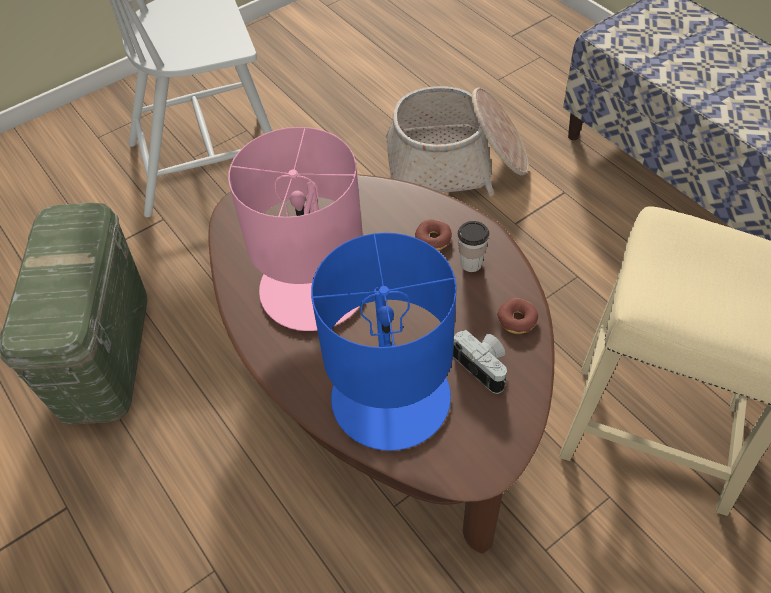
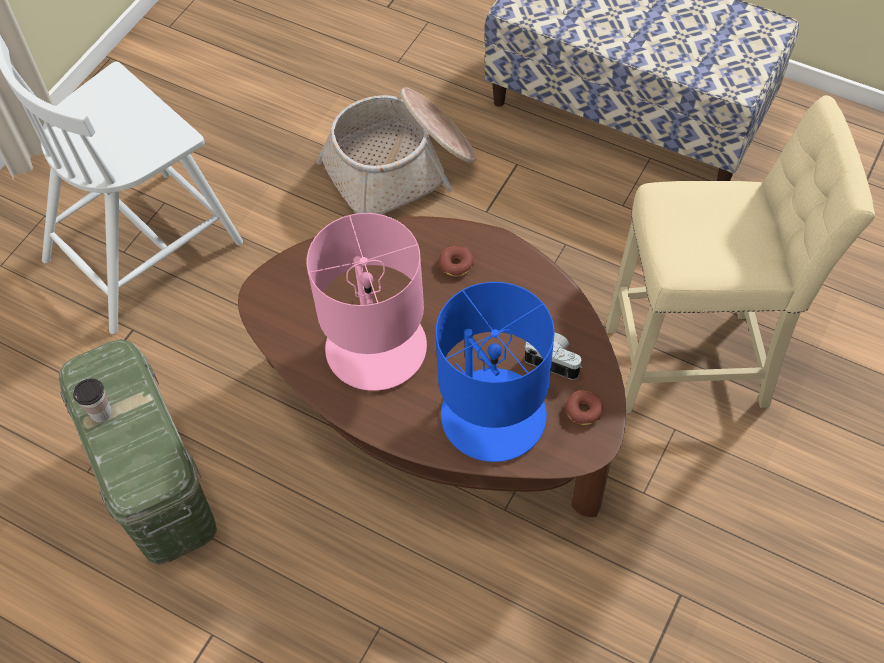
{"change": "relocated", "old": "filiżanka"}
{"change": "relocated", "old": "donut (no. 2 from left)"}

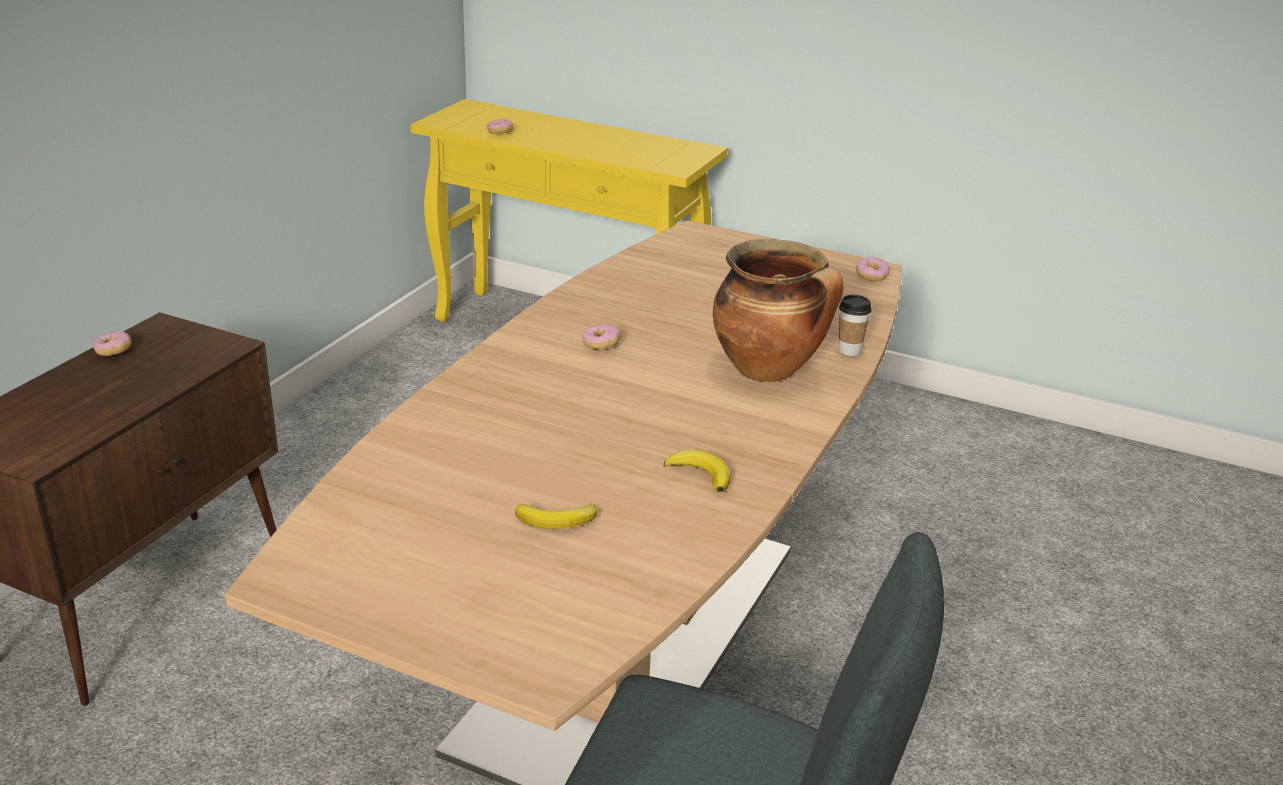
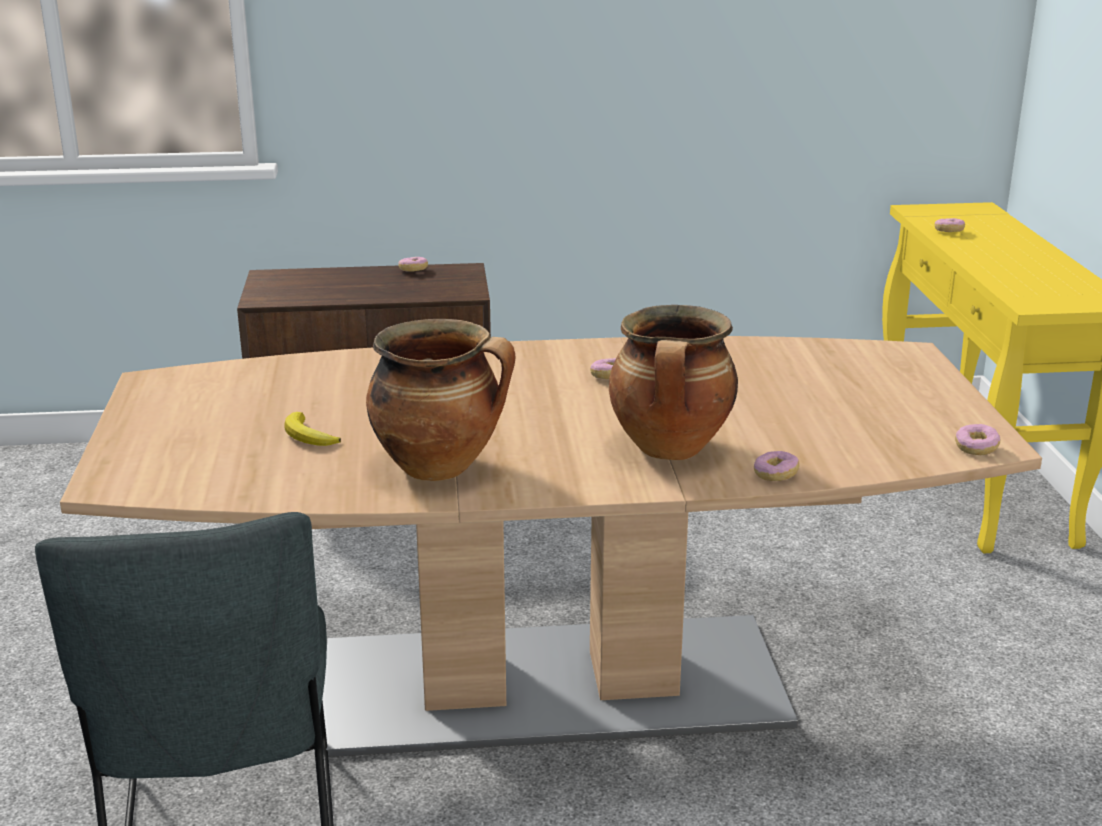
{"change": "exchanged", "old": "banan (no. 2 from left)", "new": "garnek (no. 1 from left)"}
{"change": "exchanged", "old": "filiżanka", "new": "donut (no. 3 from left)"}

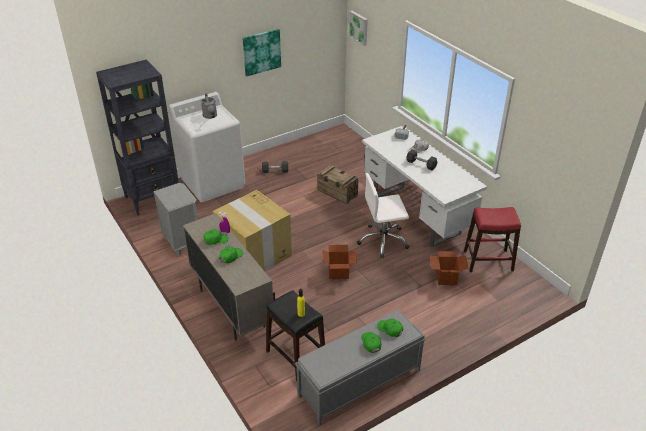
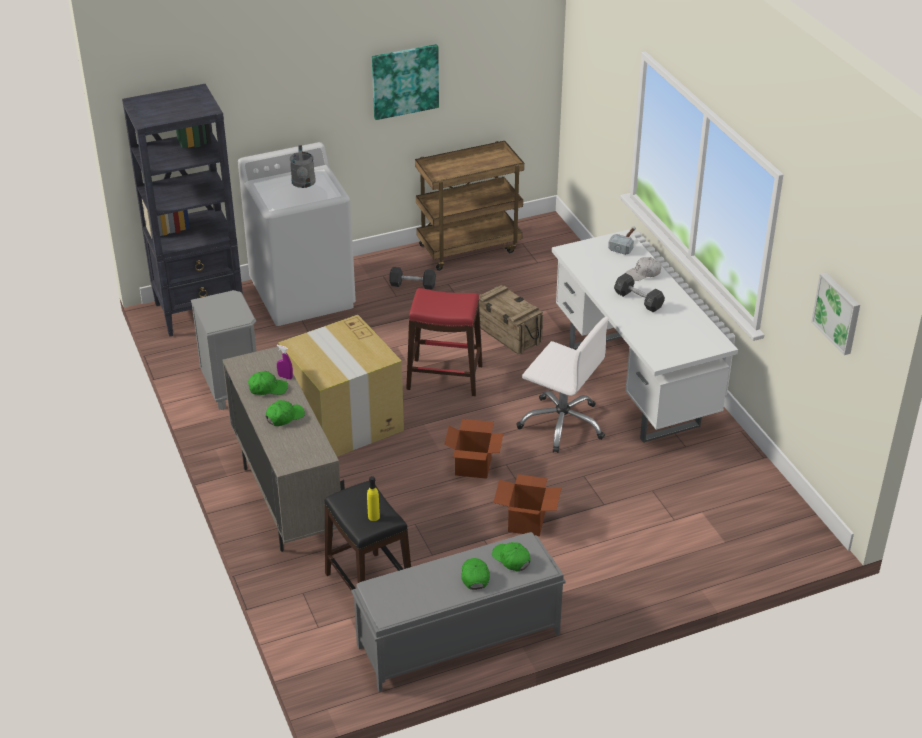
{"change": "relocated", "old": "stołek [czerwony]"}
{"change": "appeared", "new": "wózek [brązowy]"}
{"change": "relocated", "old": "karton (no. 3 from left)"}
{"change": "spun", "old": "krzesło biurowe [biały]", "degrees": -150}
{"change": "relocated", "old": "obraz (no. 2 from left)"}

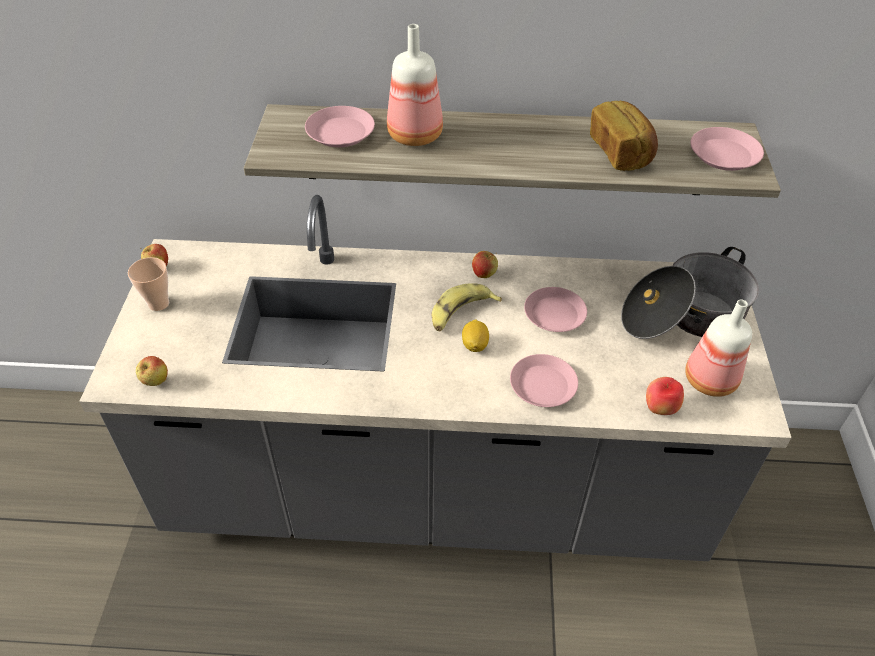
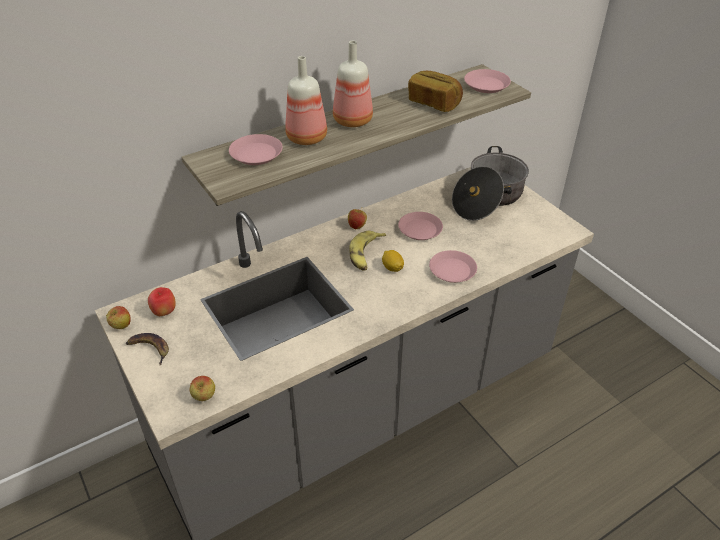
{"change": "exchanged", "old": "filiżanka", "new": "banan (no. 1 from left)"}
{"change": "relocated", "old": "jabłko (no. 4 from left in the first image)", "new": "jabłko (no. 2 from left)"}
{"change": "relocated", "old": "butelka (no. 2 from left)"}

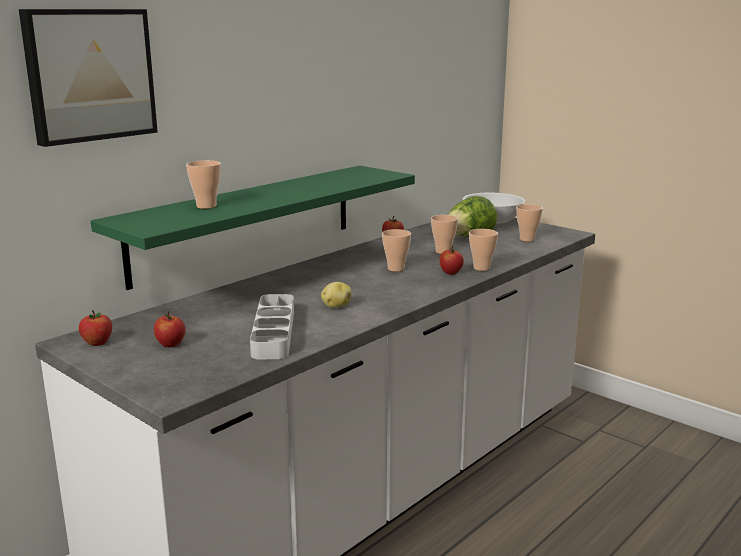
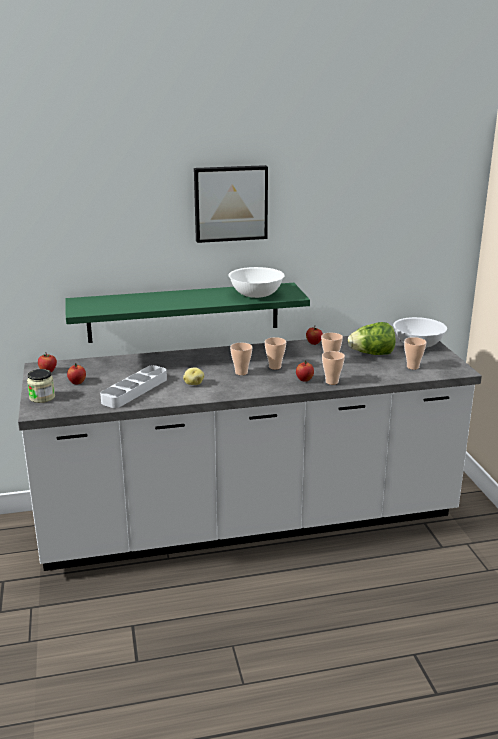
{"change": "appeared", "new": "słoik"}
{"change": "relocated", "old": "obraz"}
{"change": "appeared", "new": "miska [biały] (no. 1 from left)"}
{"change": "relocated", "old": "filiżanka (no. 1 from left)"}

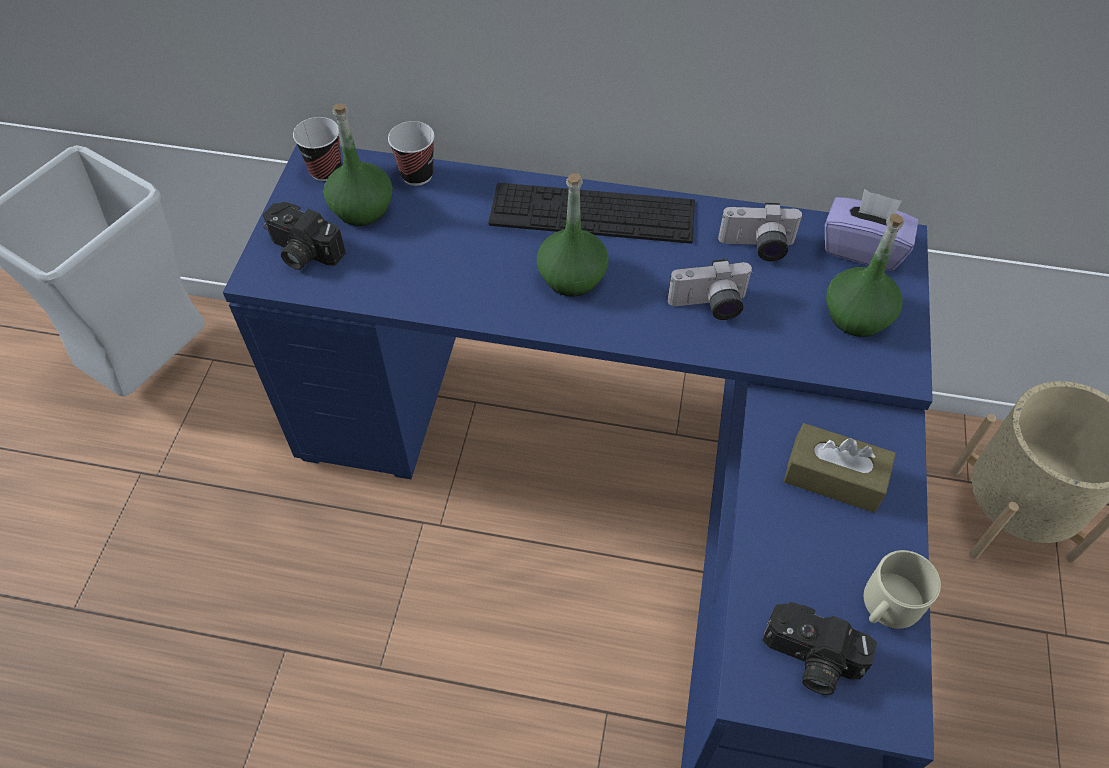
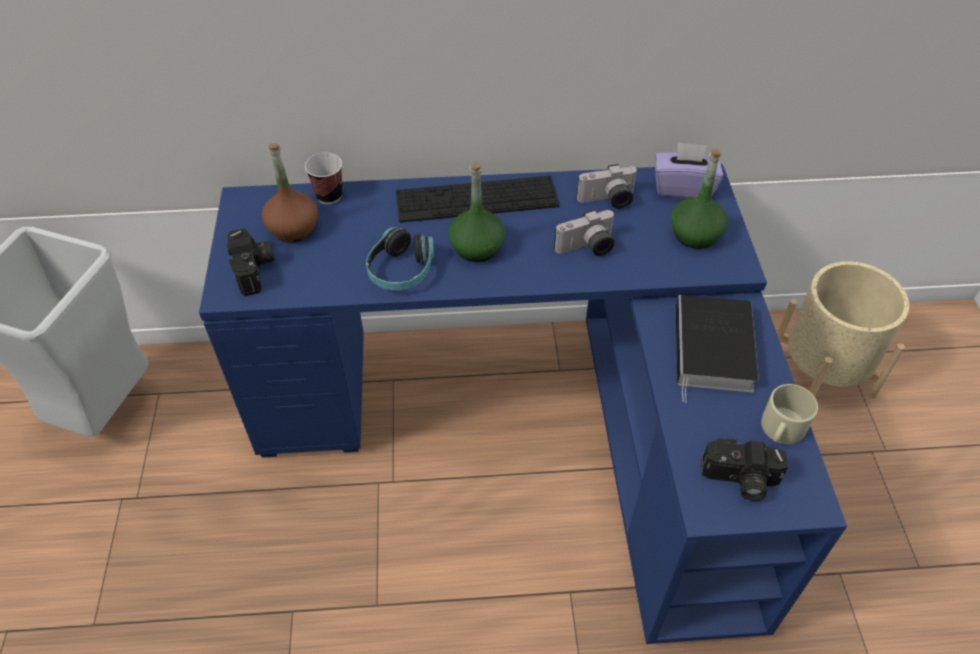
{"change": "spun", "old": "aparat fotograficzny (no. 1 from left)", "degrees": -120}
{"change": "colour", "old": "butelka [zielony] (no. 1 from left)", "new": "butelka [brązowy]"}
{"change": "appeared", "new": "słuchawki"}
{"change": "exchanged", "old": "pudełko chusteczek [brązowy]", "new": "książka"}
{"change": "missing", "old": "filiżanka (no. 1 from left)"}

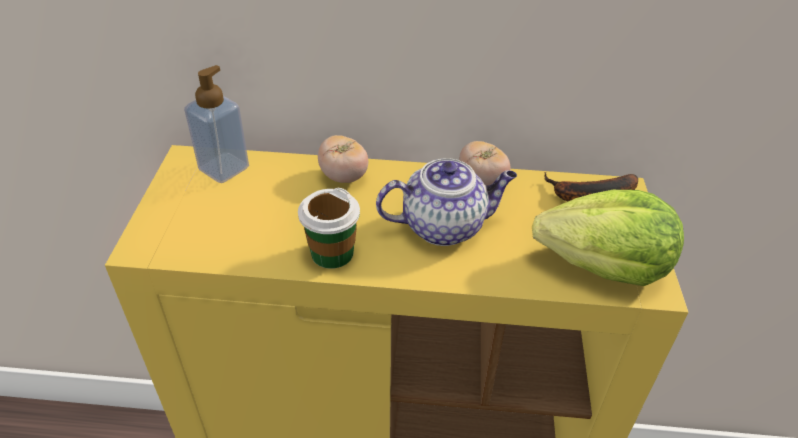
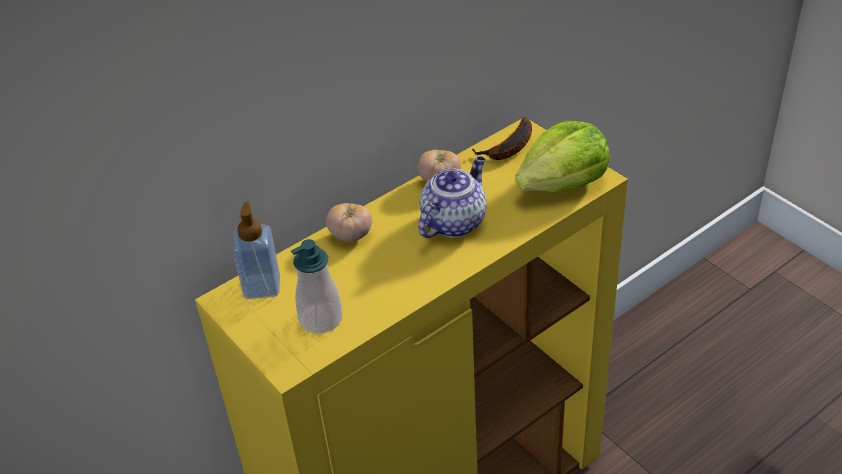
{"change": "appeared", "new": "dozownik mydła (no. 2 from left)"}
{"change": "missing", "old": "filiżanka"}

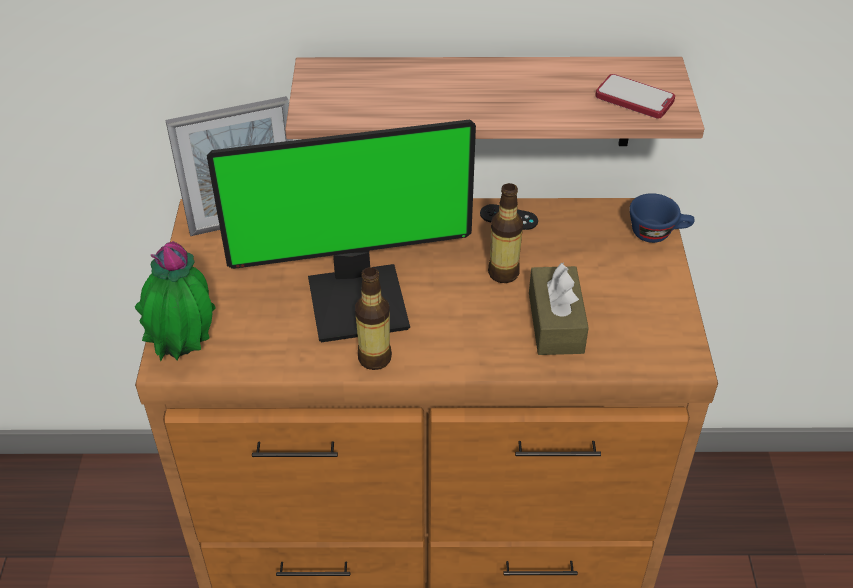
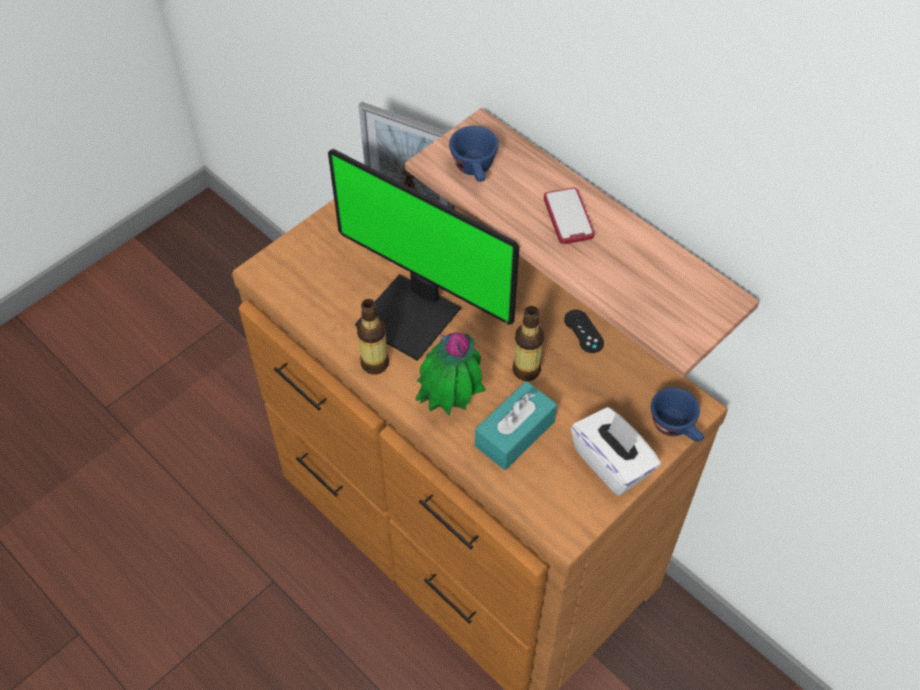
{"change": "relocated", "old": "roślina doniczkowa"}
{"change": "appeared", "new": "filiżanka [niebieski] (no. 1 from left)"}
{"change": "colour", "old": "pudełko chusteczek [brązowy]", "new": "pudełko chusteczek [turkusowy]"}
{"change": "relocated", "old": "telefon"}
{"change": "appeared", "new": "pudełko chusteczek [biały]"}

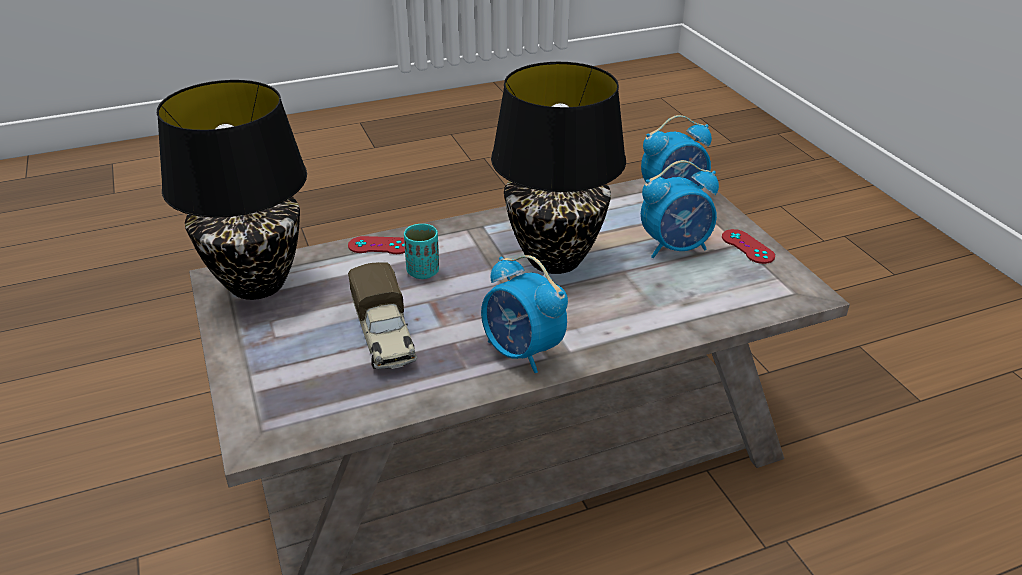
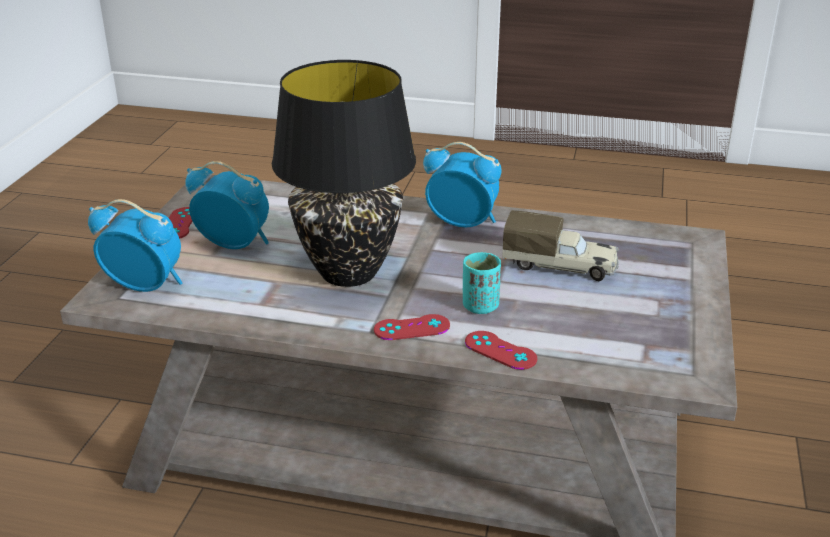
{"change": "appeared", "new": "pad do gier [czerwony] (no. 2 from left)"}
{"change": "spun", "old": "budzik (no. 1 from left in the first image)", "degrees": -60}
{"change": "spun", "old": "ciężarówka zabawkowa", "degrees": 90}
{"change": "missing", "old": "lampa stołowa [czarny] (no. 1 from left)"}

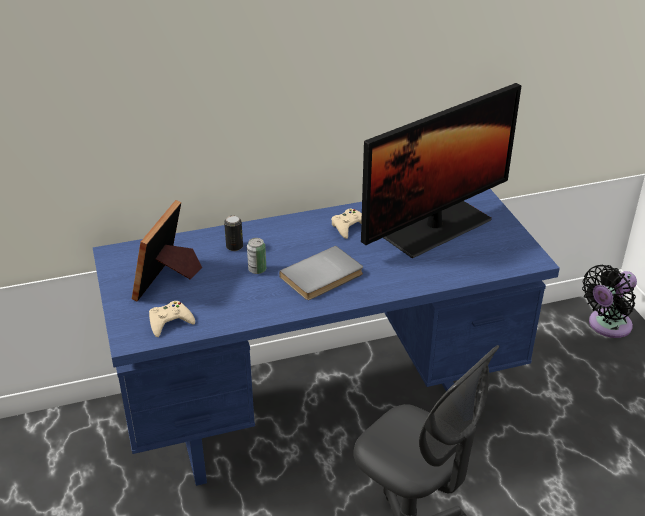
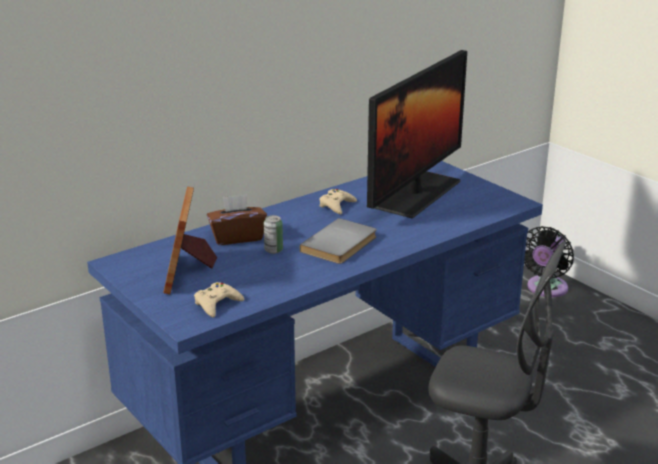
{"change": "exchanged", "old": "puszka (no. 1 from left)", "new": "pudełko chusteczek [brązowy]"}

